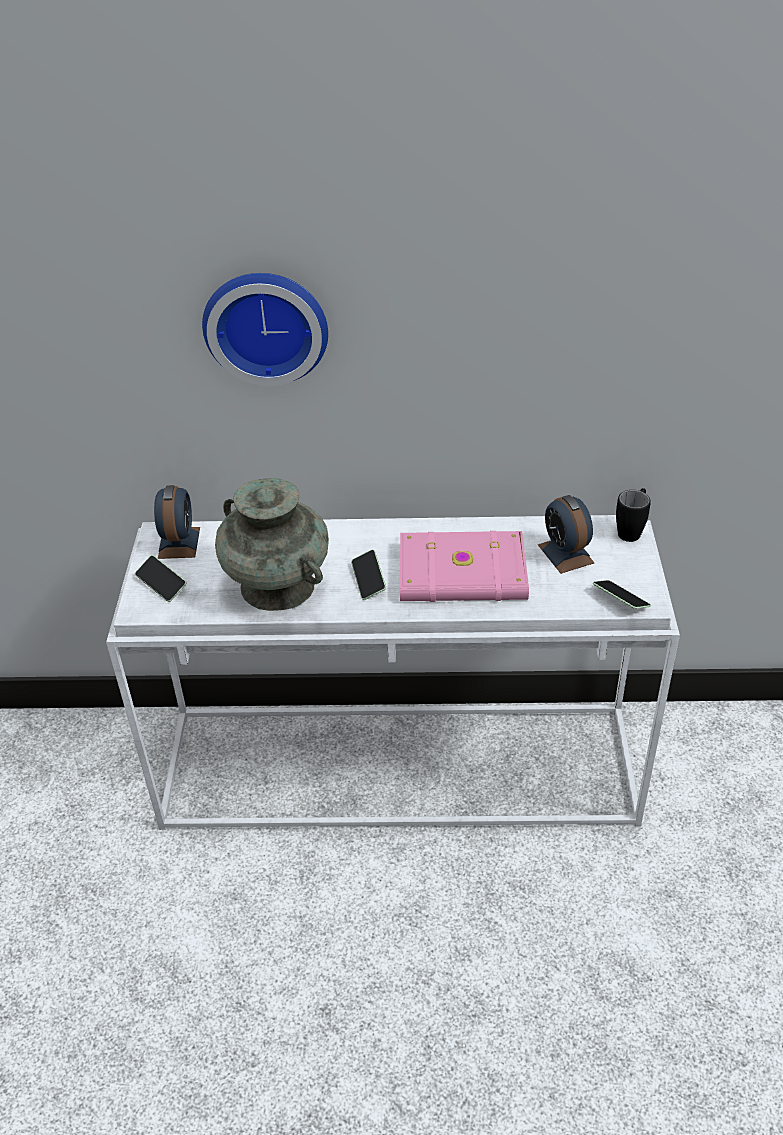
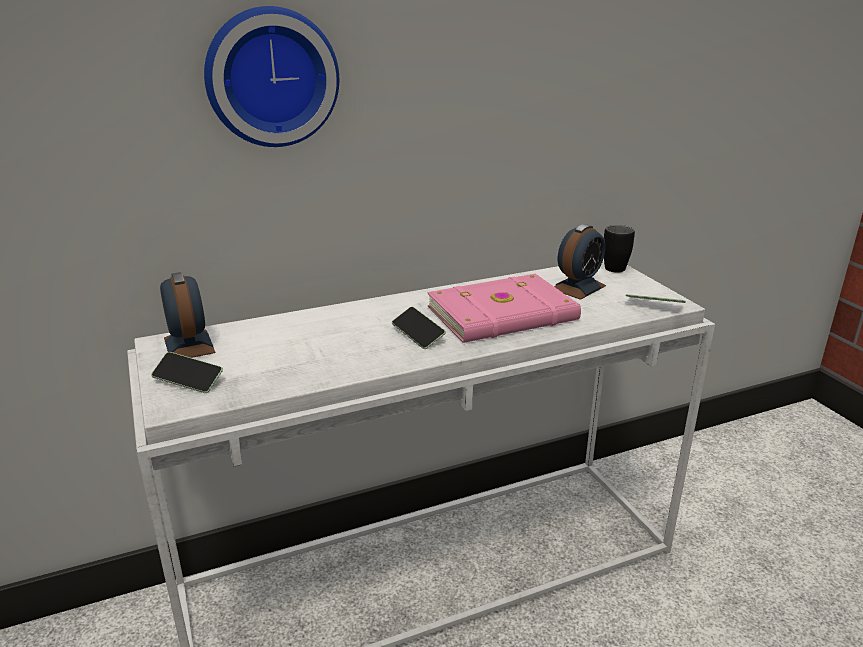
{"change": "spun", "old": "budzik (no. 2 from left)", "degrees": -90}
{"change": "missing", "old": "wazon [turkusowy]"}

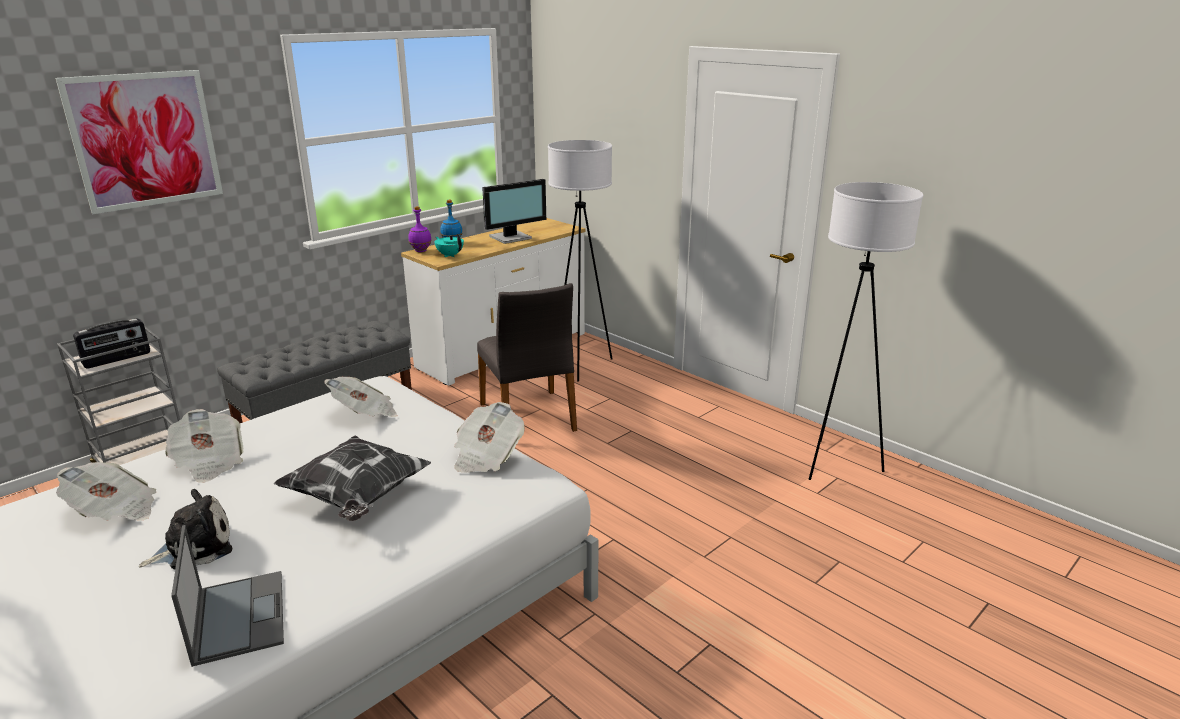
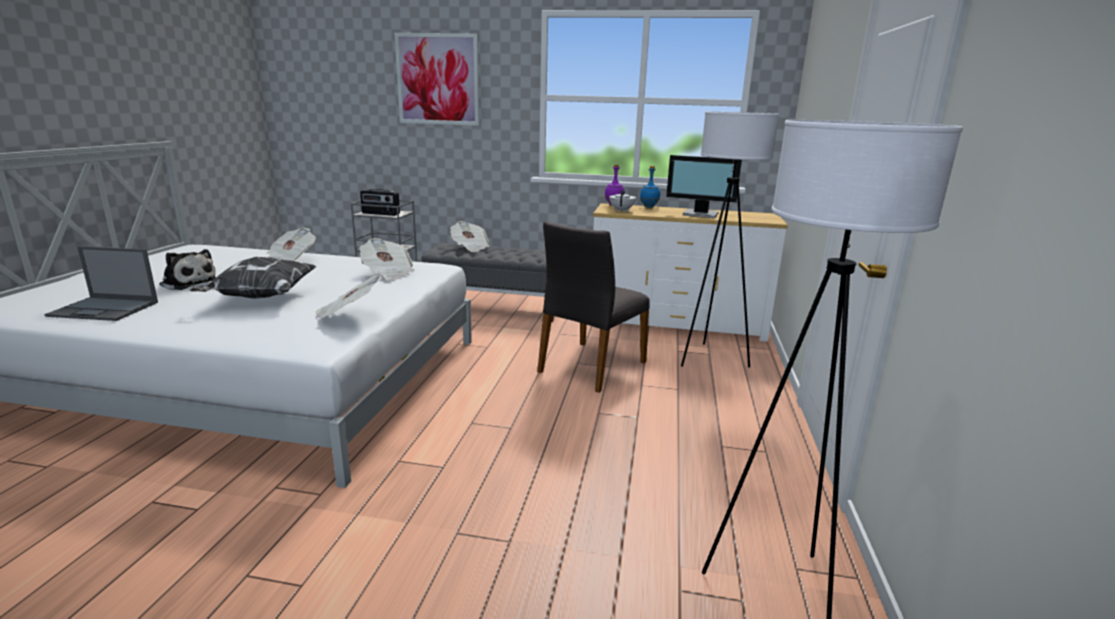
{"change": "spun", "old": "laptop", "degrees": 60}
{"change": "relocated", "old": "gazeta (no. 1 from left in the first image)", "new": "gazeta (no. 4 from left)"}
{"change": "colour", "old": "imbryk [turkusowy]", "new": "imbryk [biały]"}

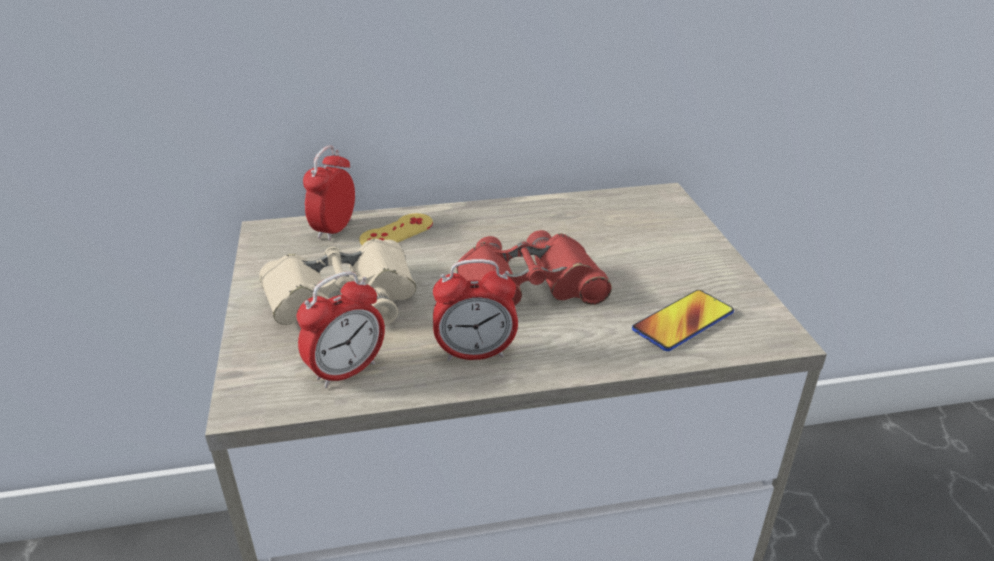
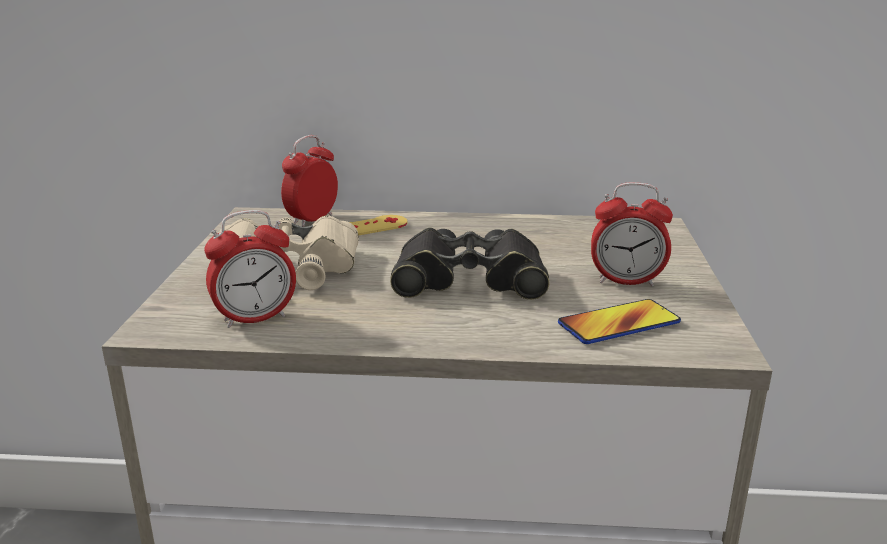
{"change": "colour", "old": "lornetka [czerwony]", "new": "lornetka [czarny]"}
{"change": "relocated", "old": "budzik (no. 3 from left)"}

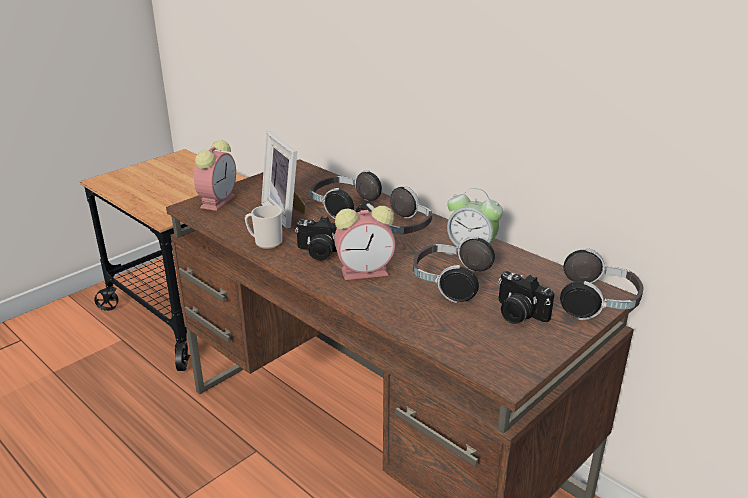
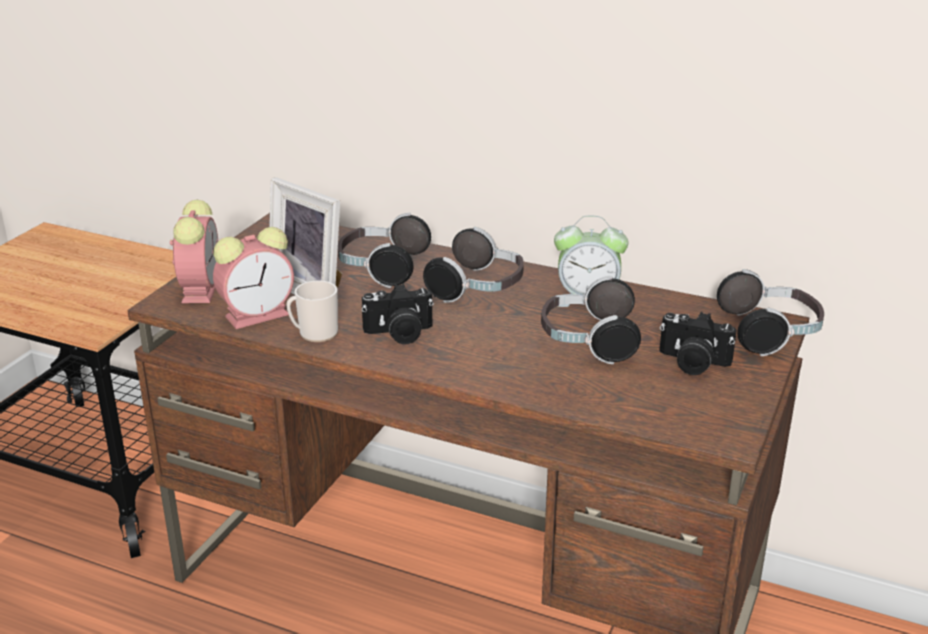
{"change": "relocated", "old": "budzik (no. 2 from left)"}

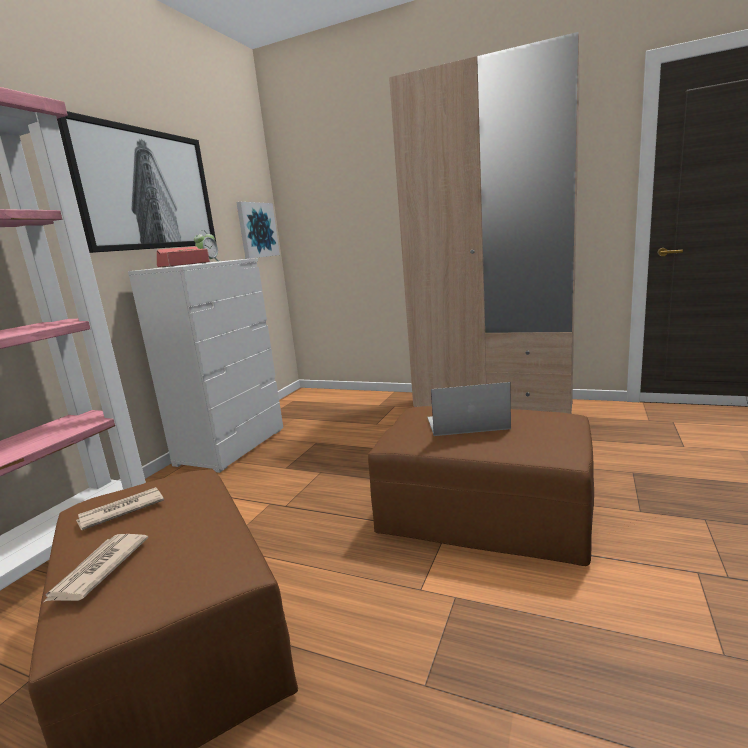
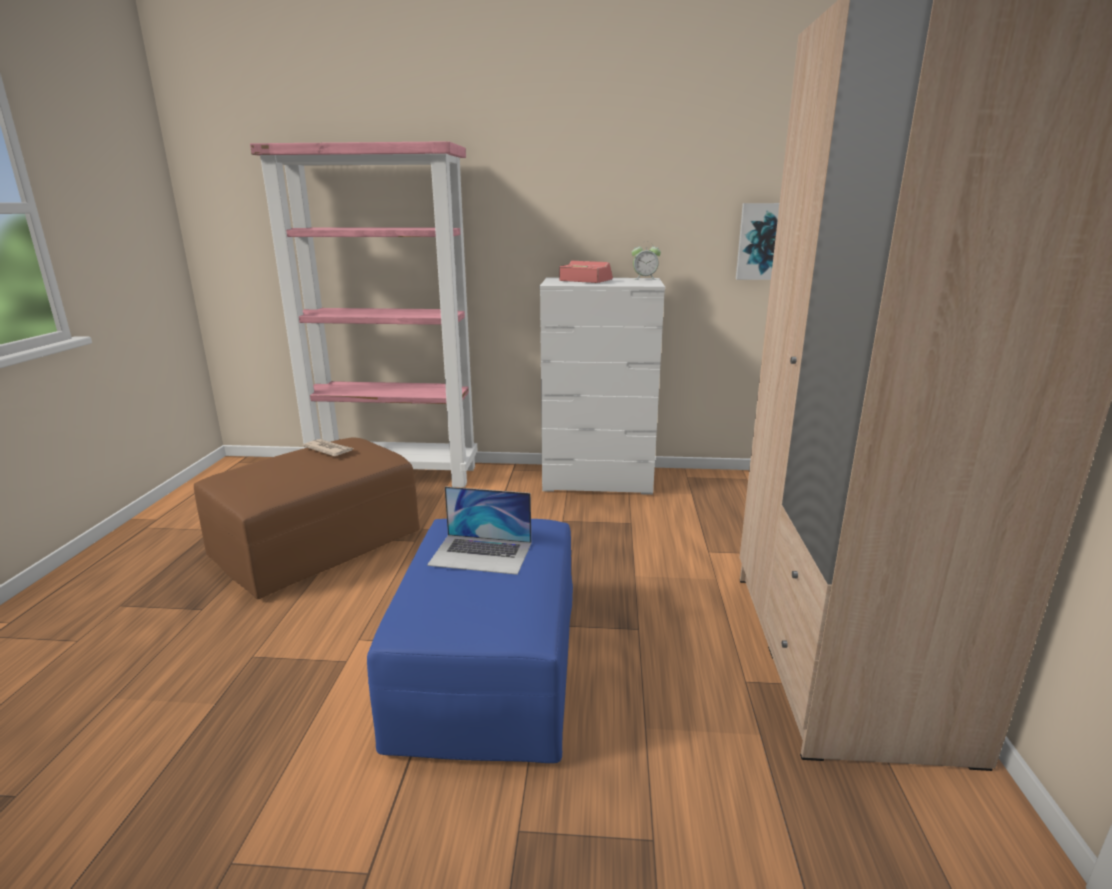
{"change": "colour", "old": "pufa [brązowy] (no. 2 from left)", "new": "pufa [niebieski]"}
{"change": "spun", "old": "laptop", "degrees": 120}
{"change": "missing", "old": "gazeta (no. 1 from left)"}
{"change": "missing", "old": "obraz (no. 1 from left)"}

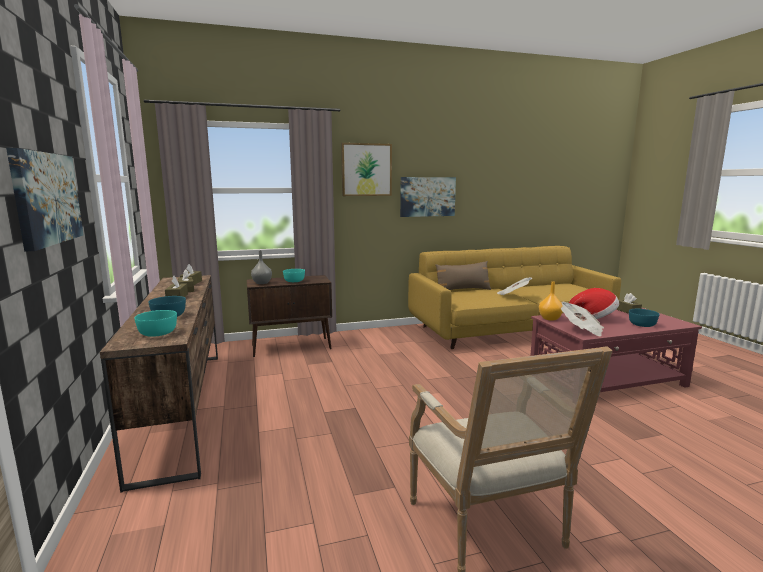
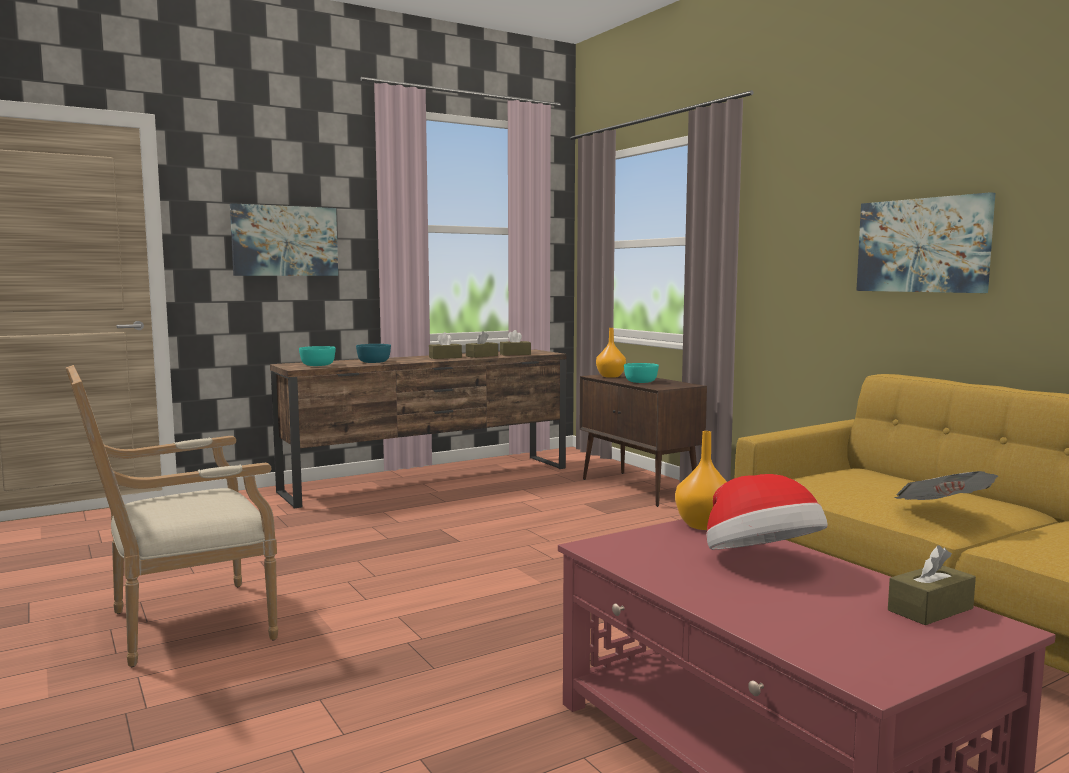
{"change": "colour", "old": "wazon [szary]", "new": "wazon [pomarańczowy] (no. 1 from left)"}
{"change": "missing", "old": "obraz (no. 2 from left)"}
{"change": "missing", "old": "poduszka [brązowy]"}
{"change": "missing", "old": "gazeta (no. 2 from left)"}
{"change": "missing", "old": "miska [turkusowy] (no. 4 from left)"}

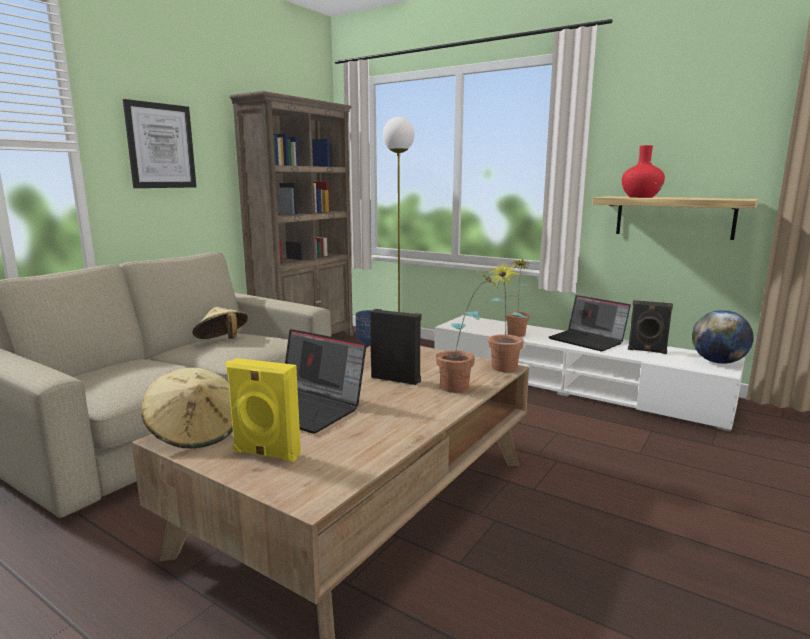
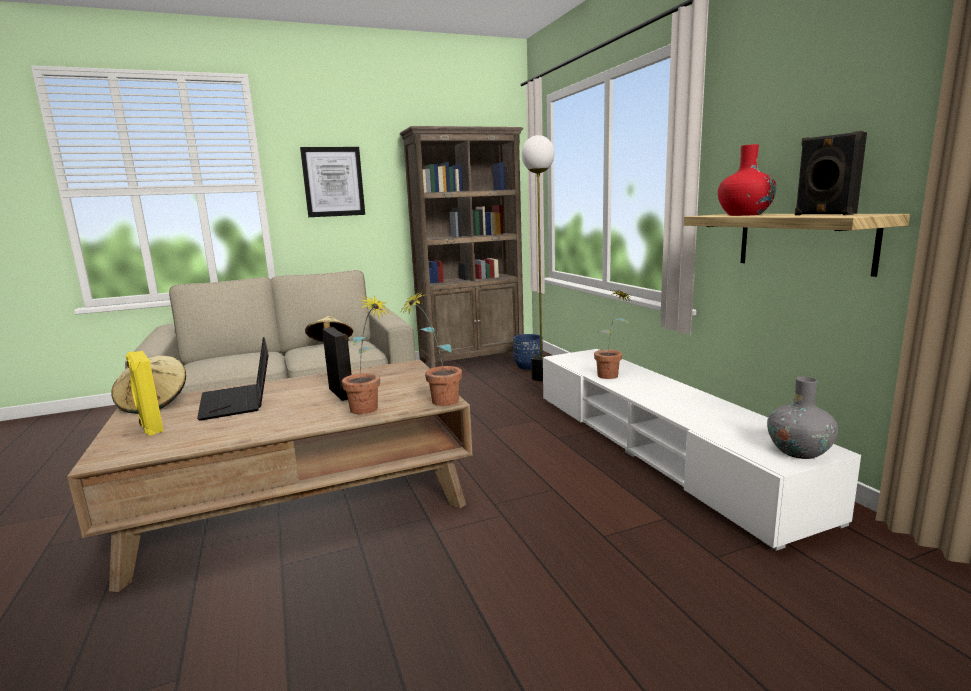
{"change": "exchanged", "old": "globus", "new": "wazon [szary]"}
{"change": "relocated", "old": "głośnik [czarny] (no. 2 from left)"}
{"change": "missing", "old": "laptop (no. 2 from left)"}

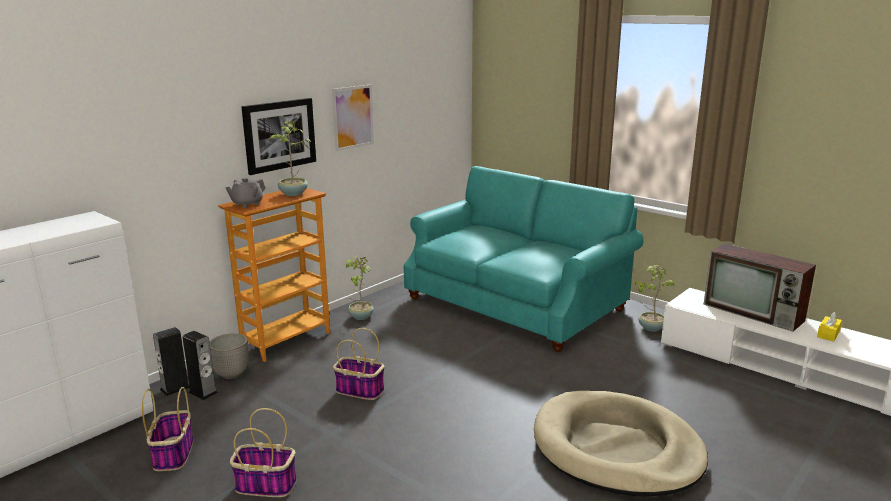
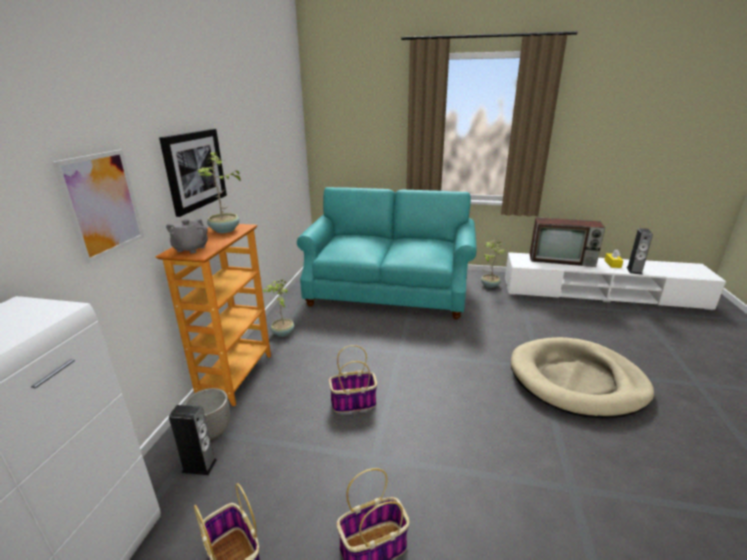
{"change": "relocated", "old": "obraz (no. 2 from left in the first image)", "new": "obraz (no. 1 from left)"}
{"change": "relocated", "old": "głośnik (no. 1 from left in the first image)", "new": "głośnik (no. 2 from left)"}

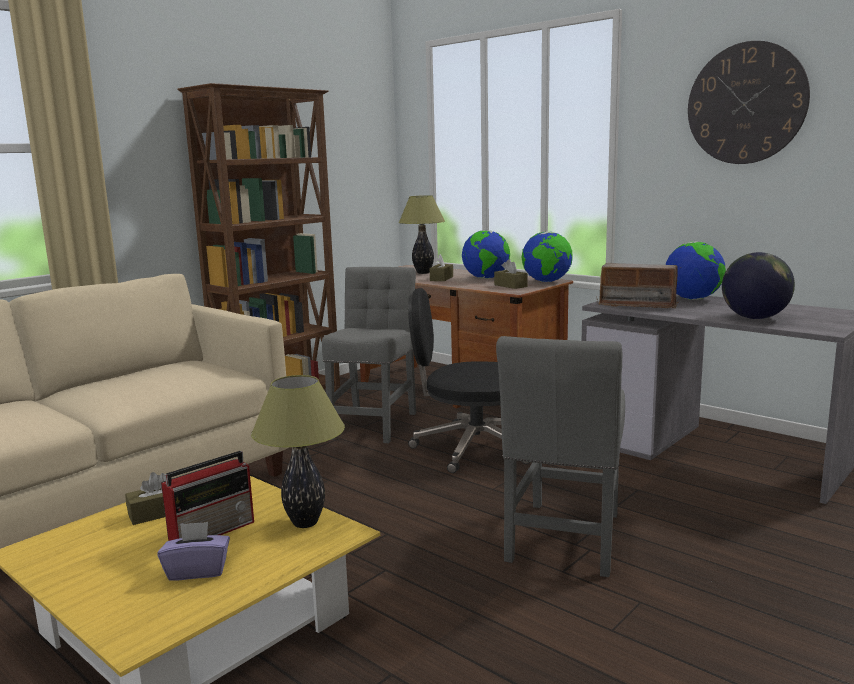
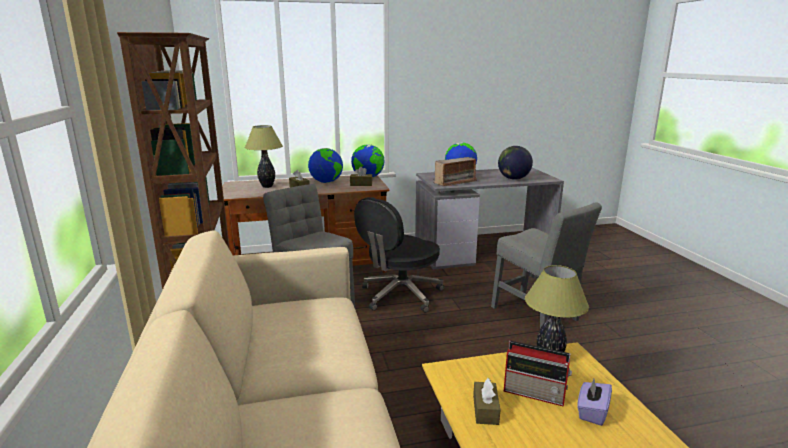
{"change": "spun", "old": "radio (no. 1 from left in the first image)", "degrees": 120}
{"change": "missing", "old": "zegar ścienny"}

